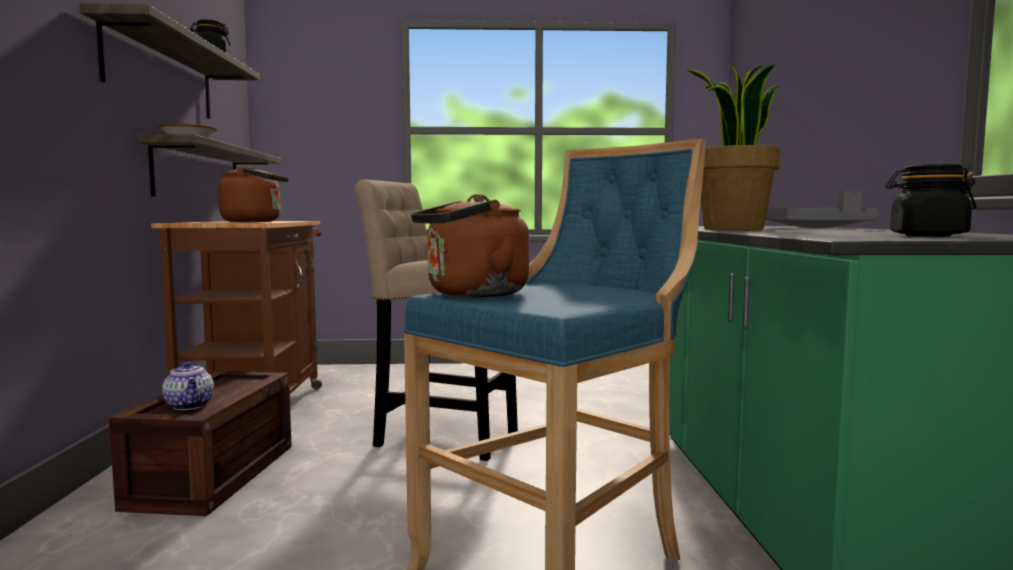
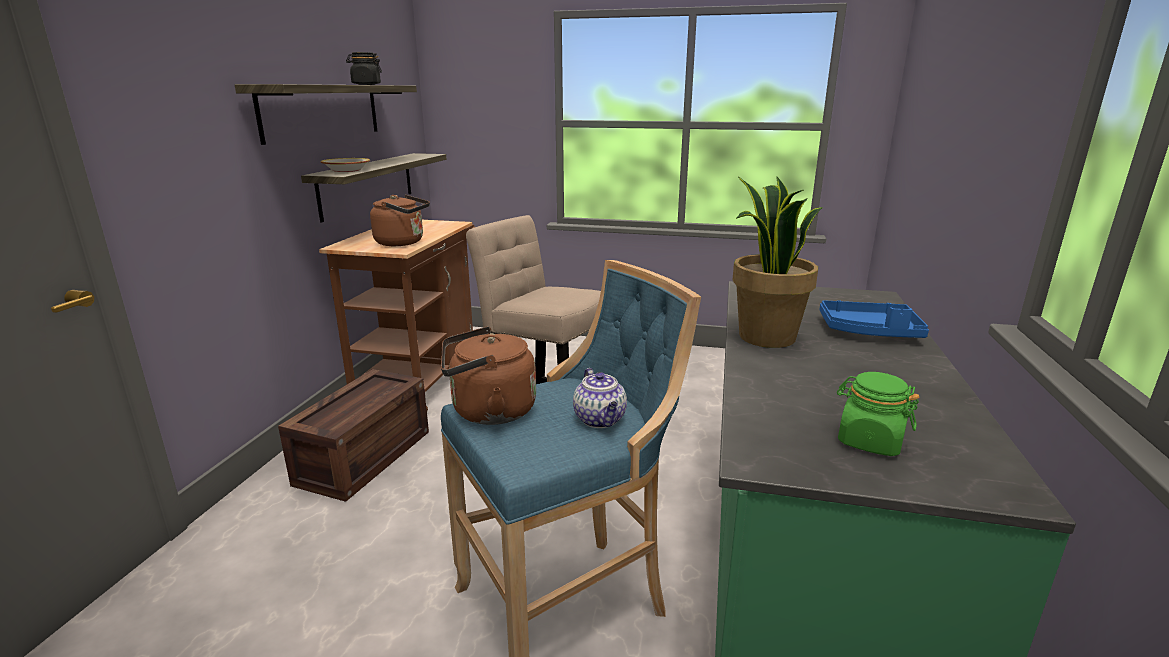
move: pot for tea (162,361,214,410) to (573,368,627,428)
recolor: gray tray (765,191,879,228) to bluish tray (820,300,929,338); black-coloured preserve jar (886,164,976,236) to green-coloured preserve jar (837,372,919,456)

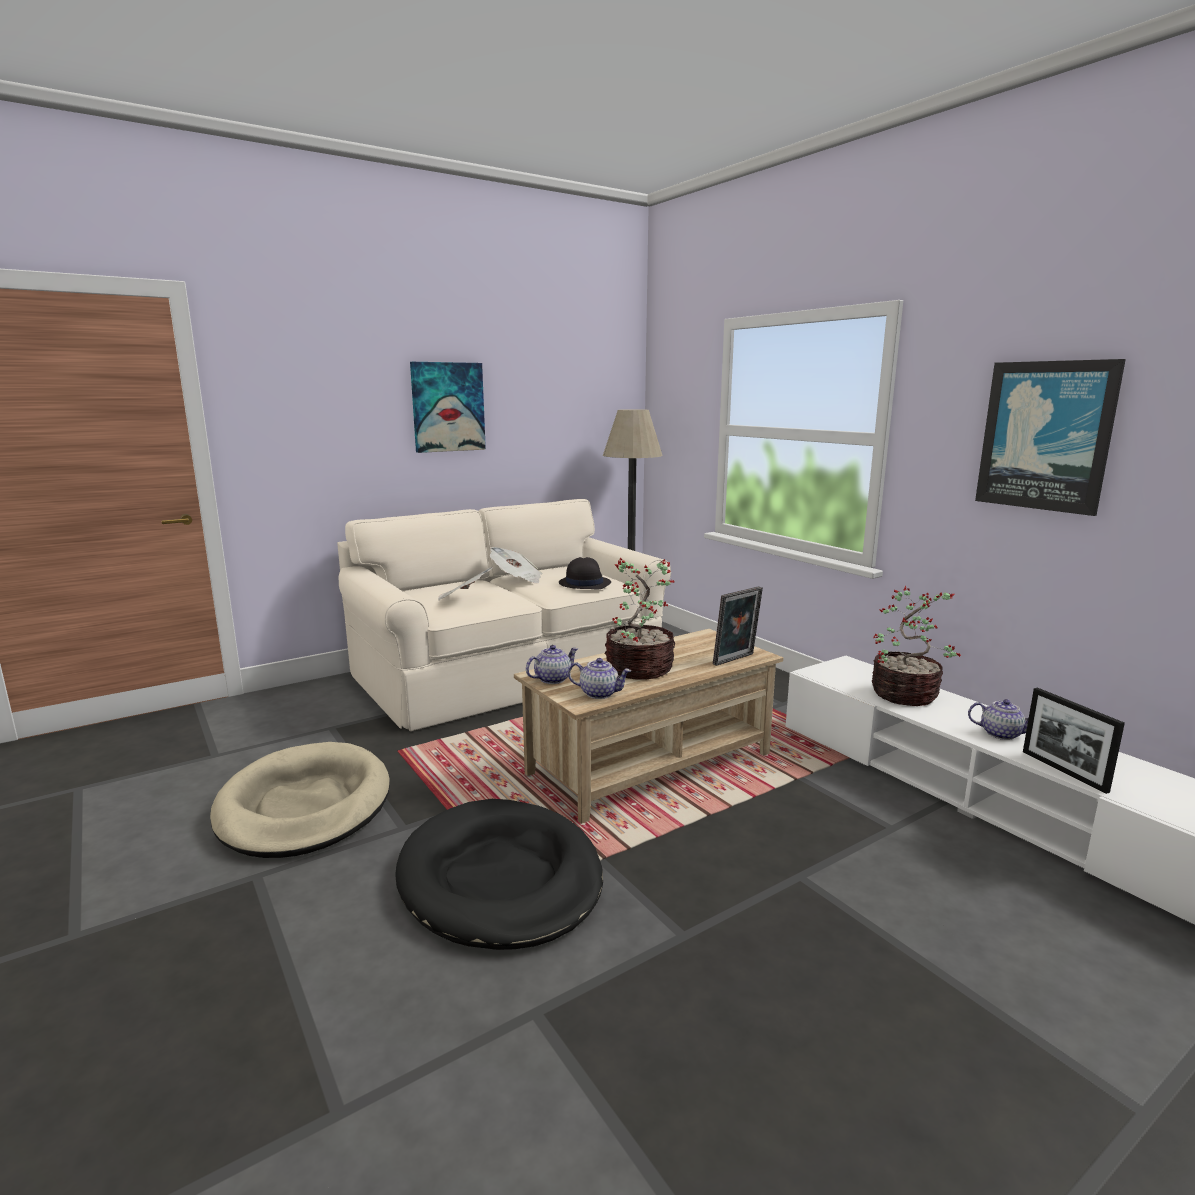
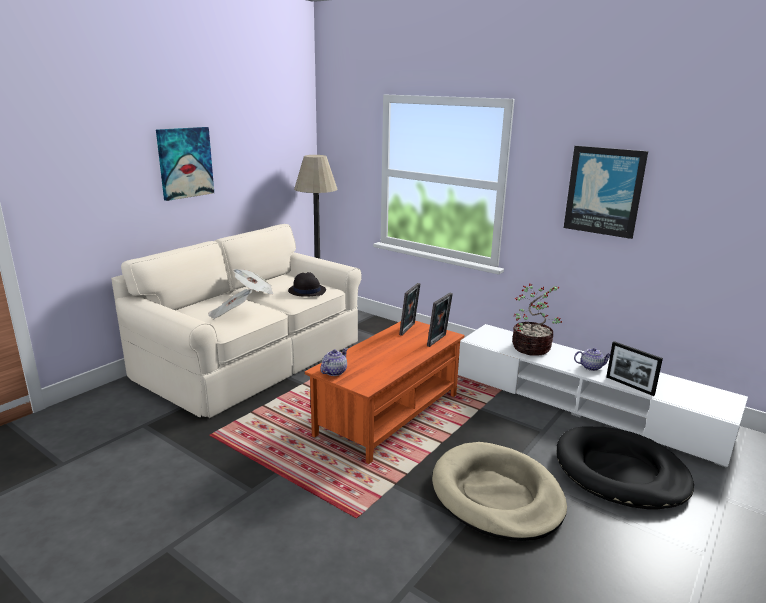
delete: pot for tea (568,658,631,699); potted plant (605,558,675,680)
insert: standing frame (399,283,420,336)
move: beige-coloured dog cushion (210,742,390,858) to (432,442,567,541); black-coloured dog cushion (395,799,603,950) to (557,426,694,509)
recolor: beige-coloured lounge table (514,629,783,824) to orange-coloured lounge table (305,321,464,464)

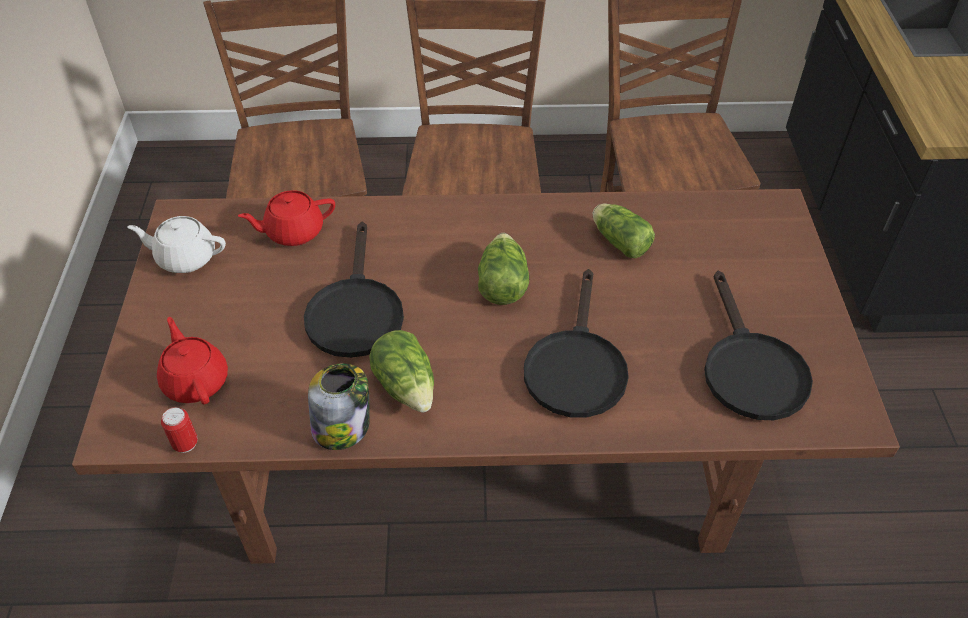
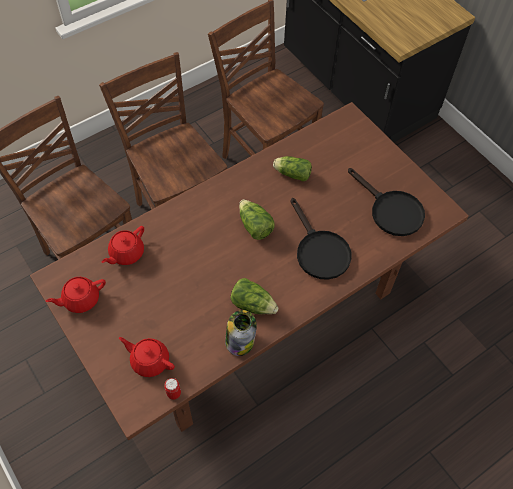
delete: black-coloured skillet (304,222,404,358)
recolor: white pot for tea (127,216,226,273) to red pot for tea (46,277,106,313)

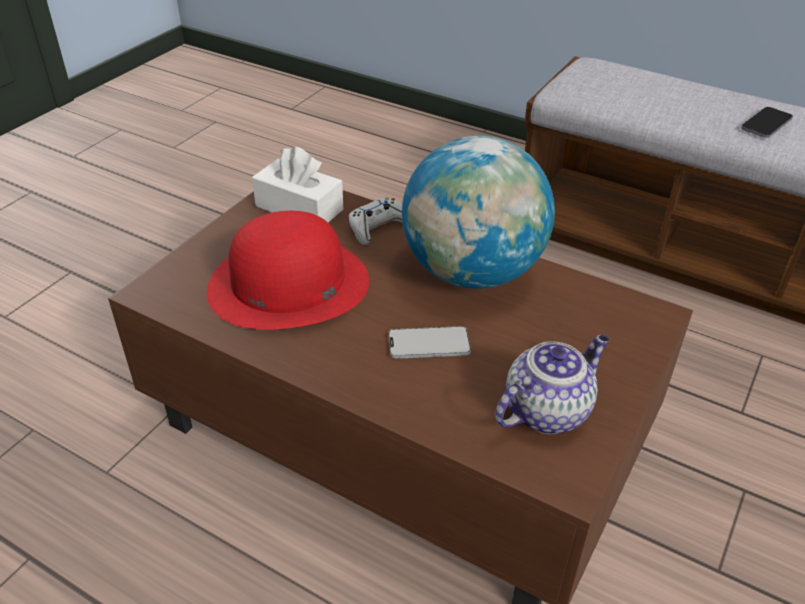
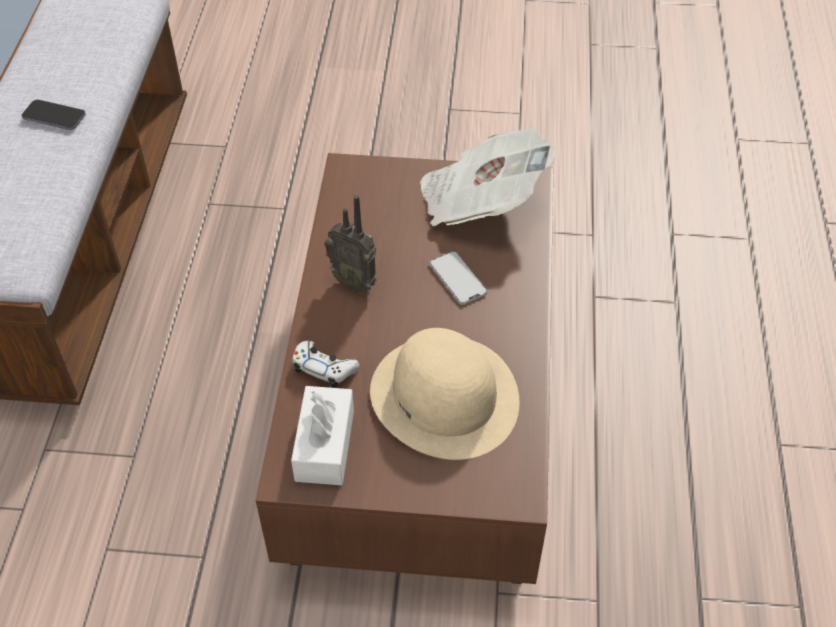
replace: world globe (402,135,555,289) to radio (325,195,377,292); pot for tea (495,335,609,434) to daily paper (420,128,555,226)
recolor: red hat (207,211,369,330) to beige-coloured hat (370,328,520,460)

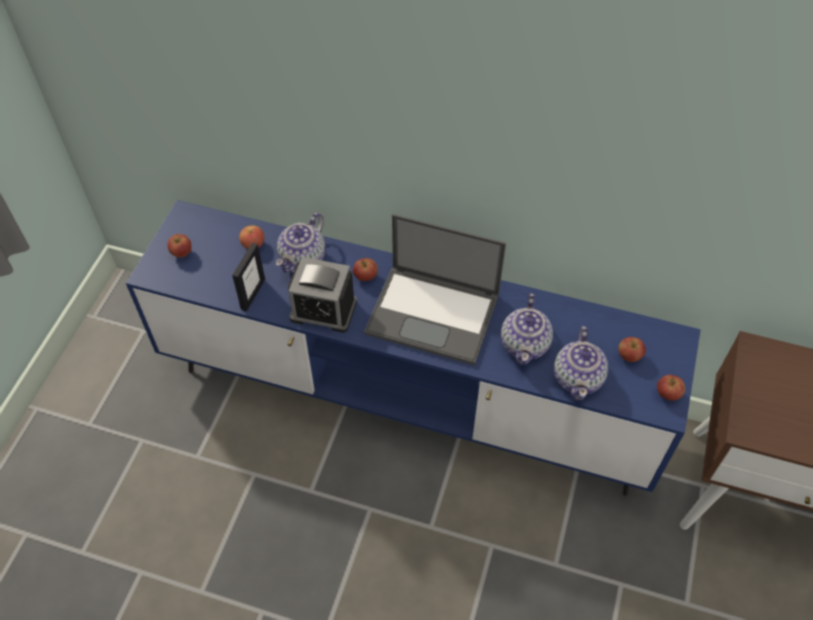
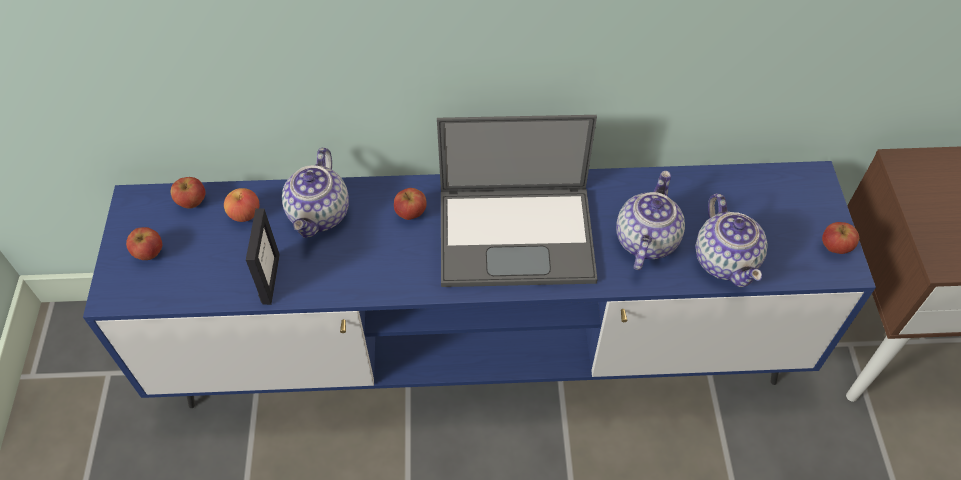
delete: bedside clock (288,257,357,333)
move: apple (618,337,646,362) to (171,177,205,209)
rotate: pot for tea (501,293,553,365) = (616,171,685,270) 150 degrees counterclockwise

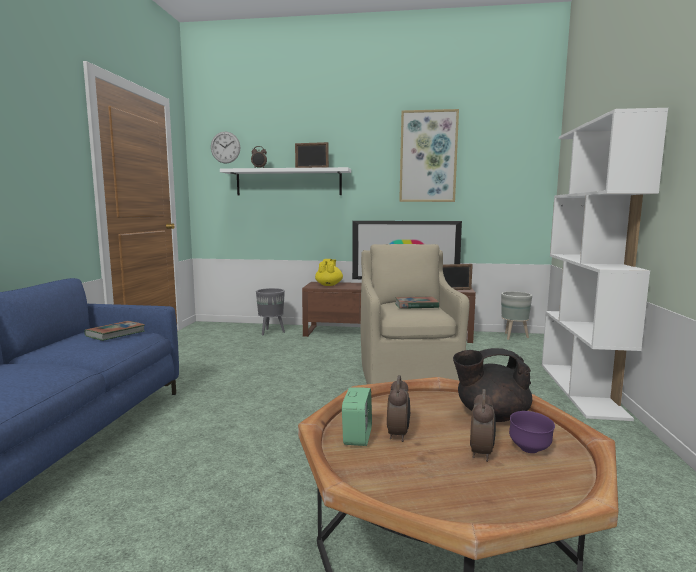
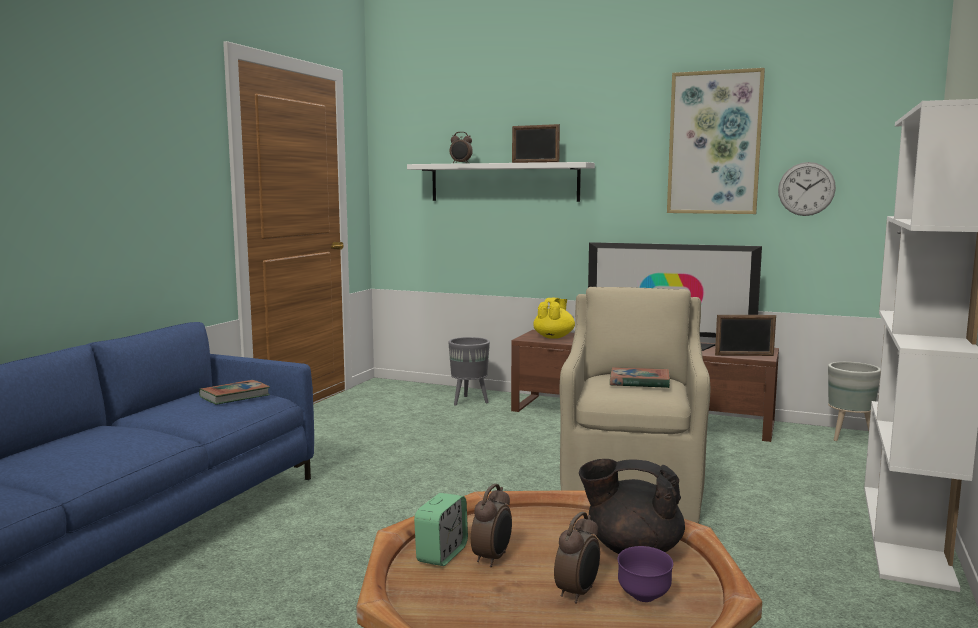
move: hanging clock (211,131,240,164) to (778,162,836,216)

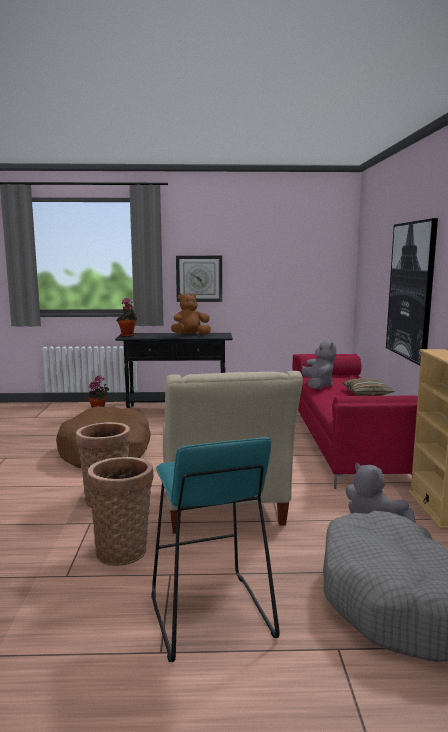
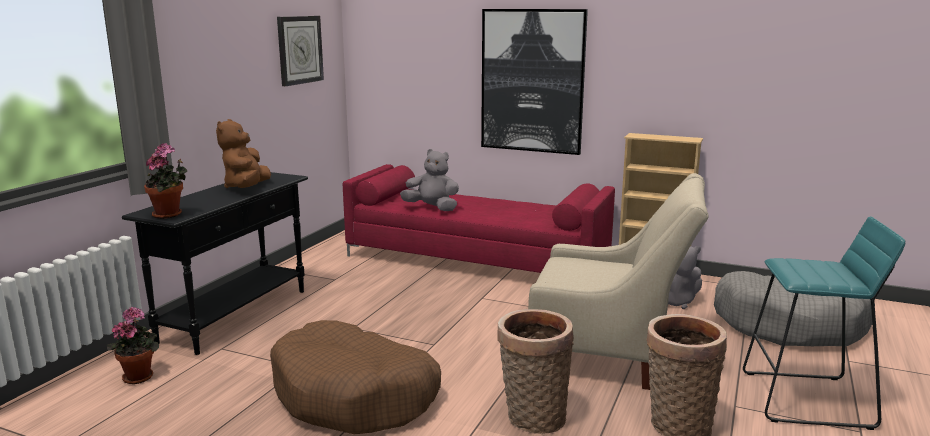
delete: pillow (343,378,395,396)
move: hanging clock (176,256,222,302) to (277,16,324,86)

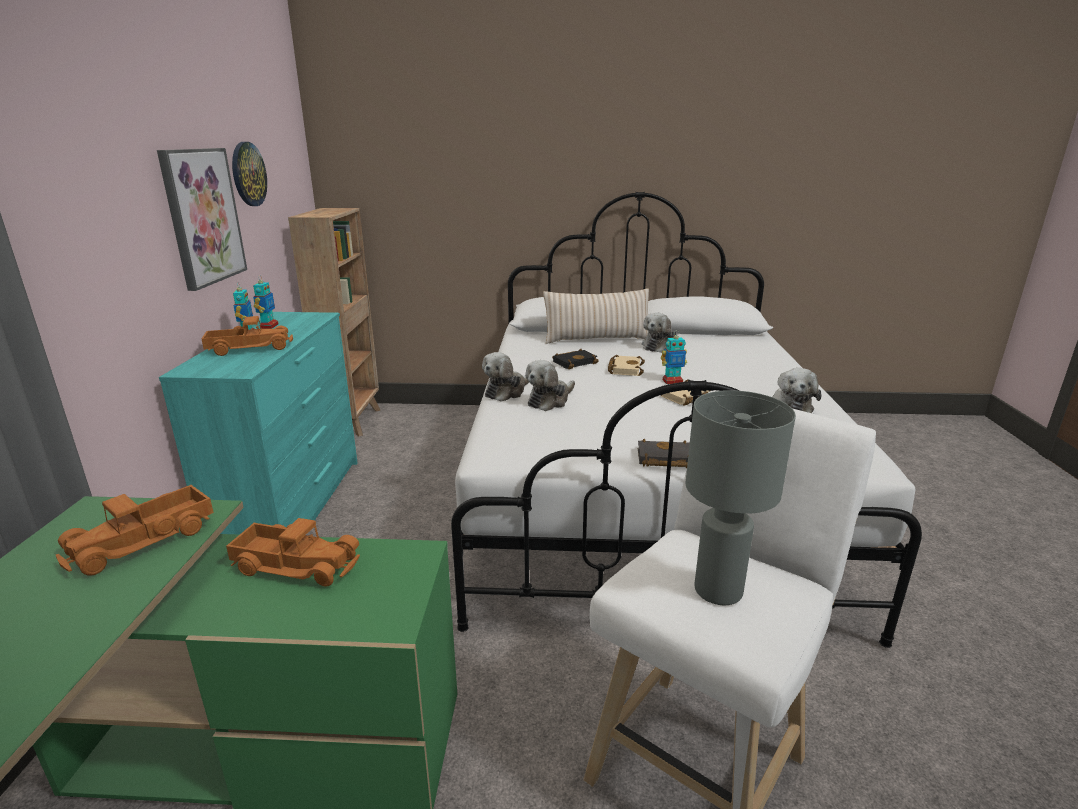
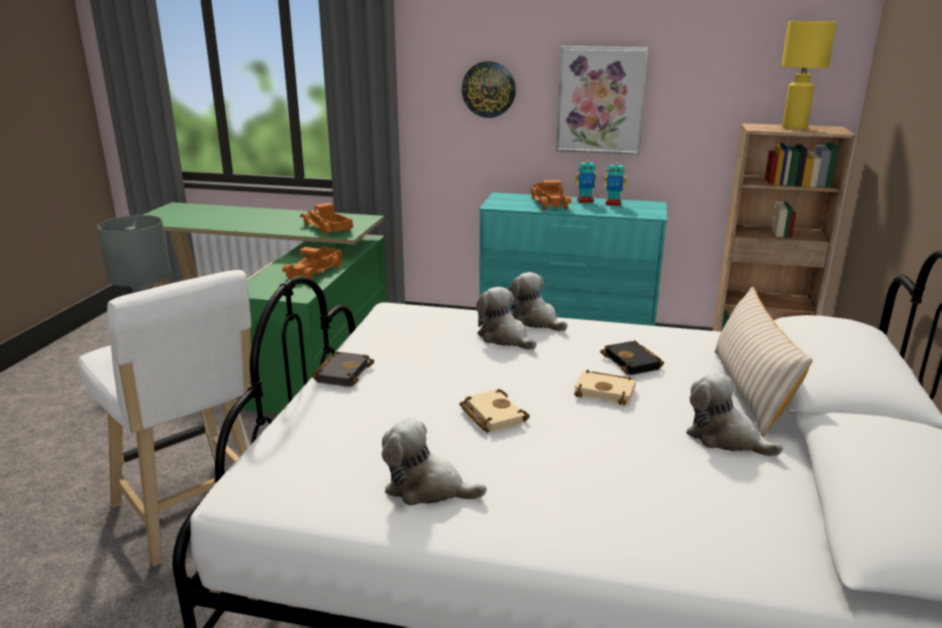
delete: model robot (661,330,687,384)
insert: yellow-coloured tabletop lamp (782,21,837,129)
move: hanging clock (232,142,267,206) to (462,61,516,118)

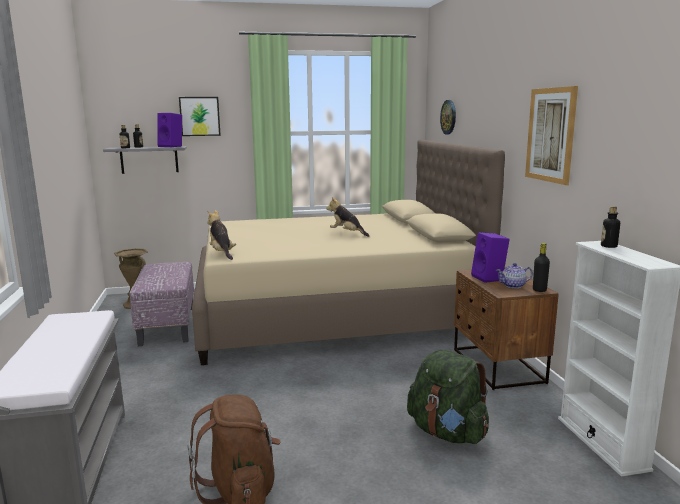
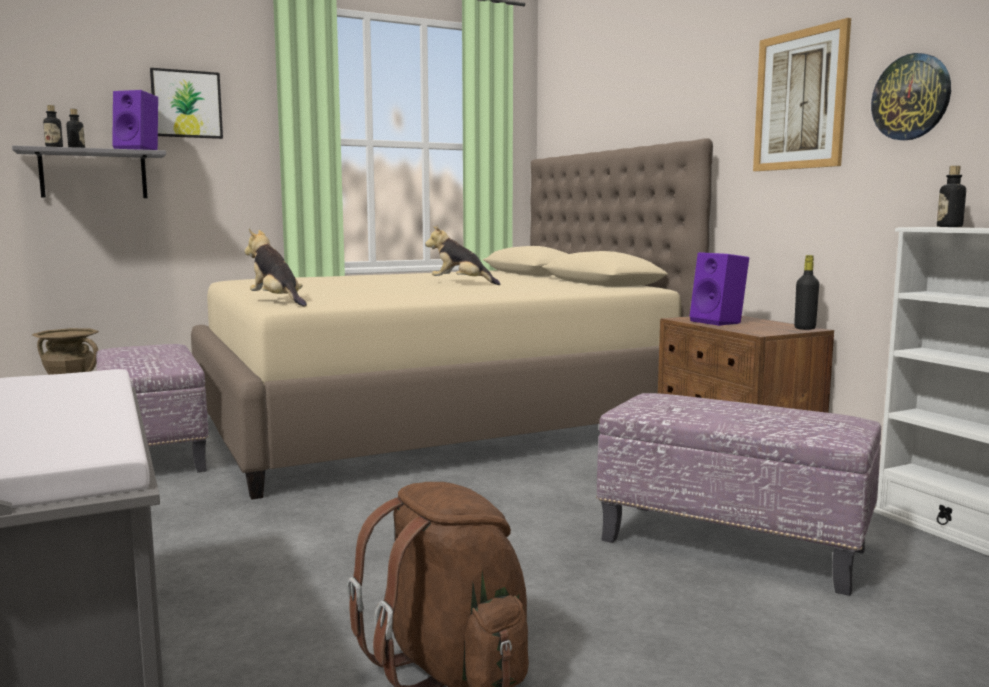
delete: pot for tea (496,263,533,288)
move: hanging clock (440,100,456,135) to (871,53,951,140)
replace: green-coloured knapsack (407,350,489,444) to pouffe (596,393,881,596)

